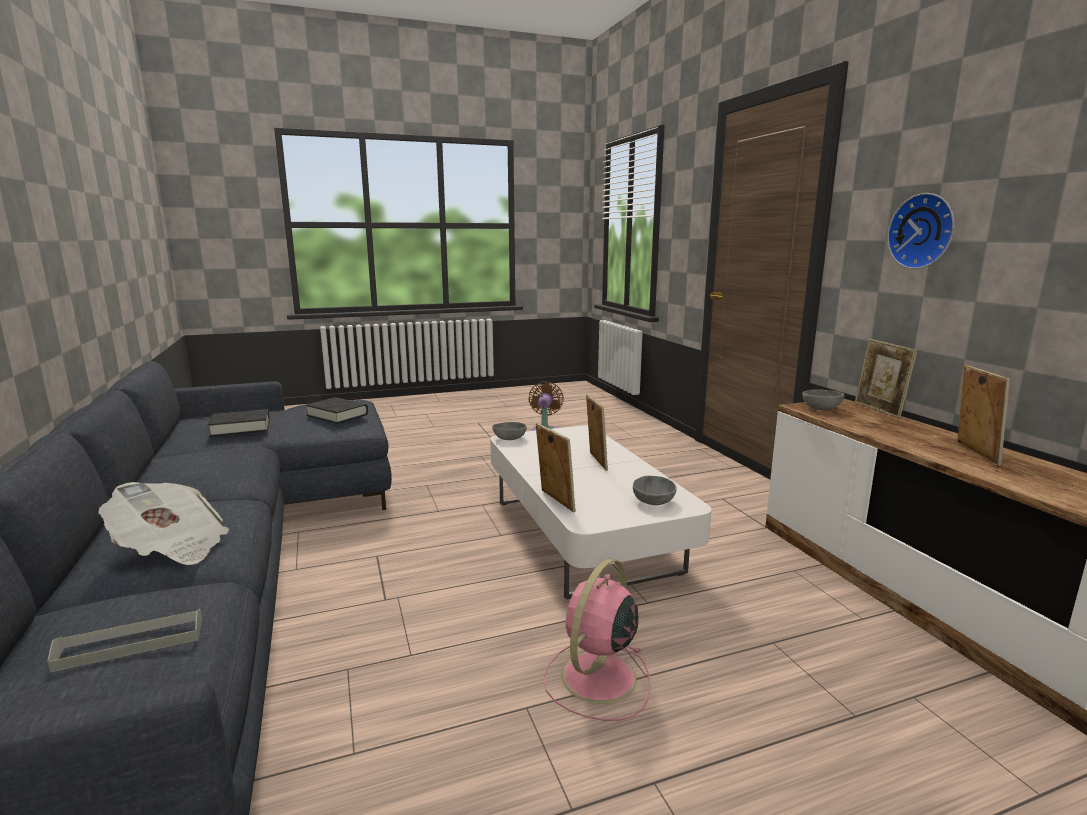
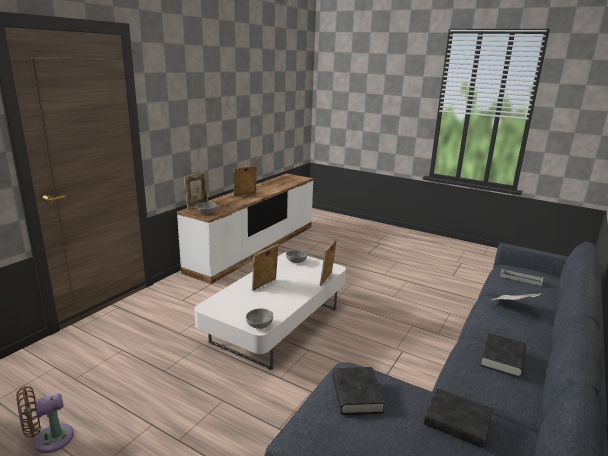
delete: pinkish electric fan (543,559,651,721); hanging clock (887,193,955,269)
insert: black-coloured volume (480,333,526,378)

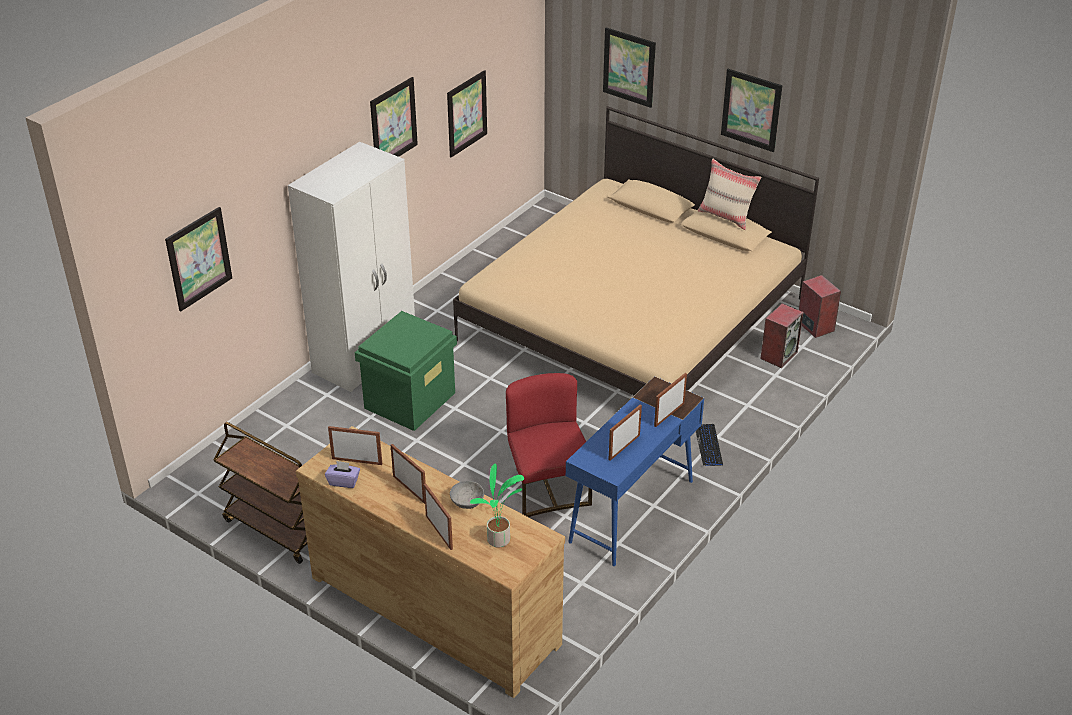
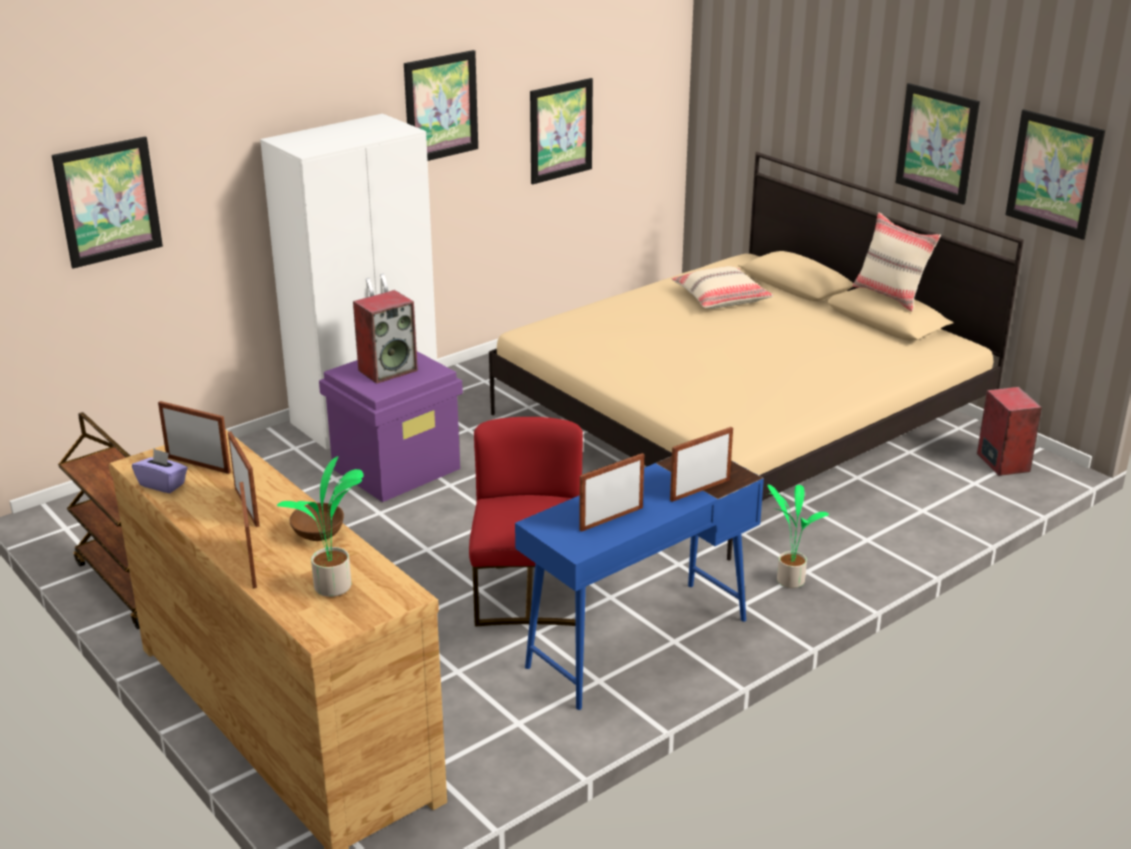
insert: beige-coloured pillow (671,266,774,309)
move: wall art (603,27,656,108) to (1006,109,1105,240); audio speaker (760,303,803,368) to (353,290,418,384)
replace: computer keyboard (696,424,723,466) to potted plant (766,485,829,588)
recolor: green-coloured storage box (355,311,457,431) to purple-coloured storage box (319,351,463,502); gray deep dish (450,481,484,509) to brown-coloured deep dish (290,503,344,541)

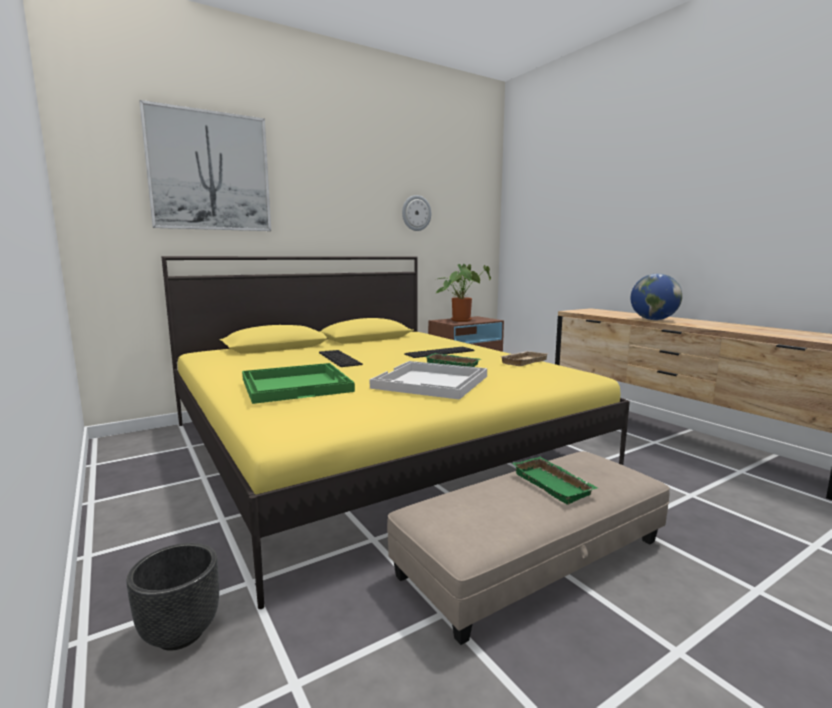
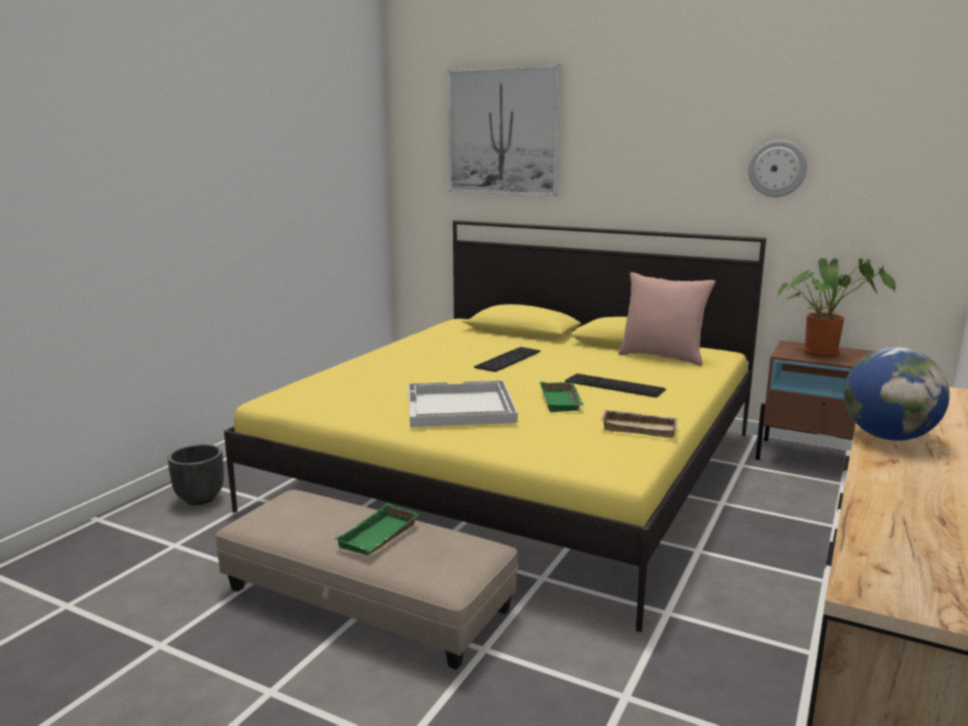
delete: green-coloured tray (242,363,355,404)
insert: pinkish pillow (618,272,716,366)

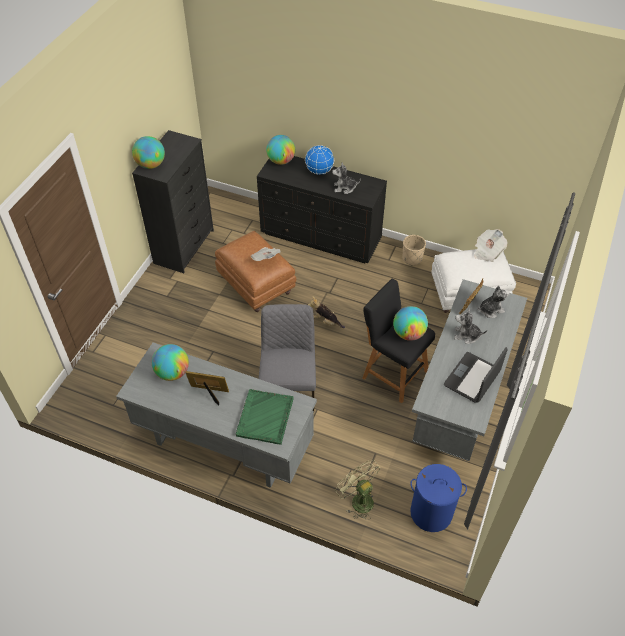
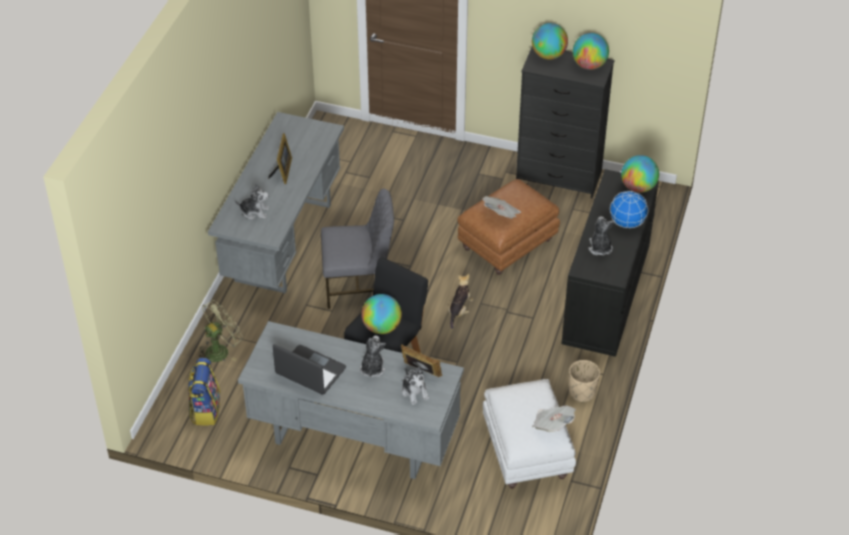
move: world globe (152,344,189,381) to (573,33,609,70)
replace: green-coloured tray (236,389,294,445) to cuddly toy (235,184,269,220); bluish laundry basket (410,464,467,532) to knapsack (188,358,220,425)

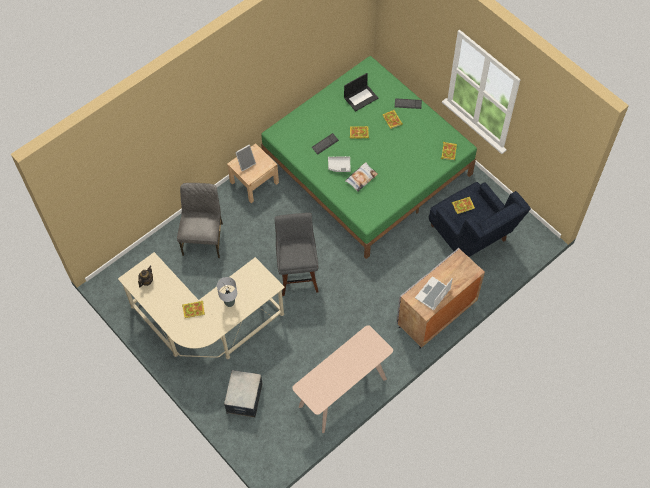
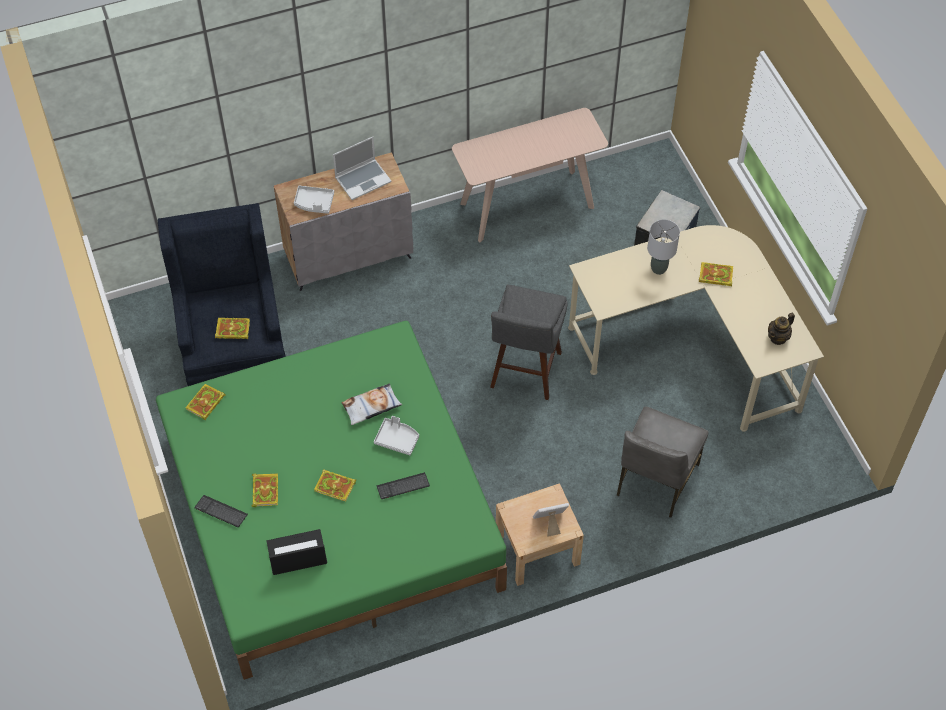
insert: gray tray (294,186,334,214)

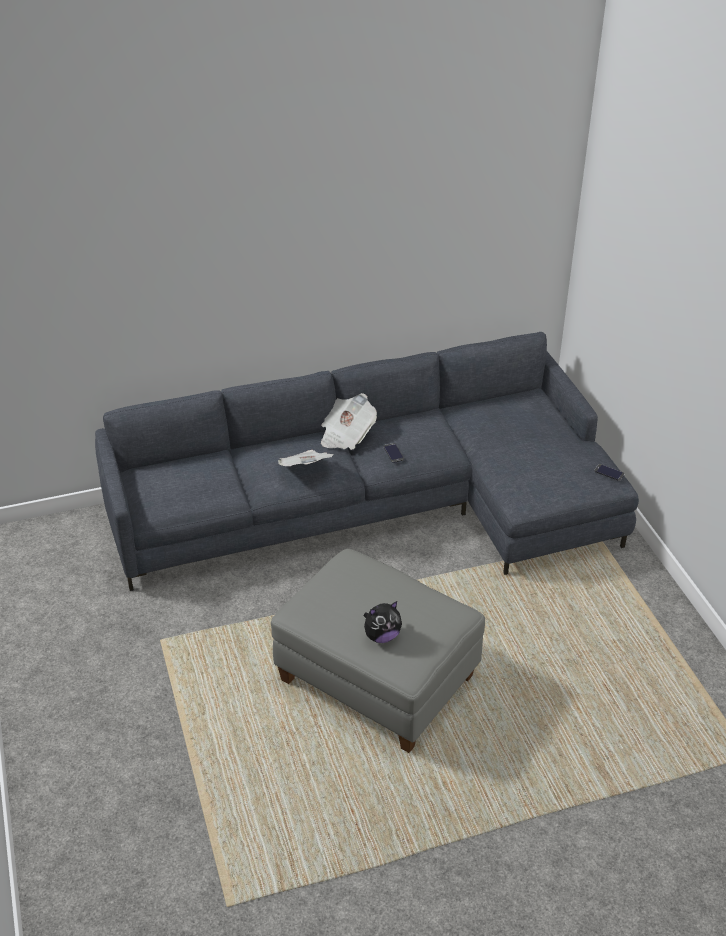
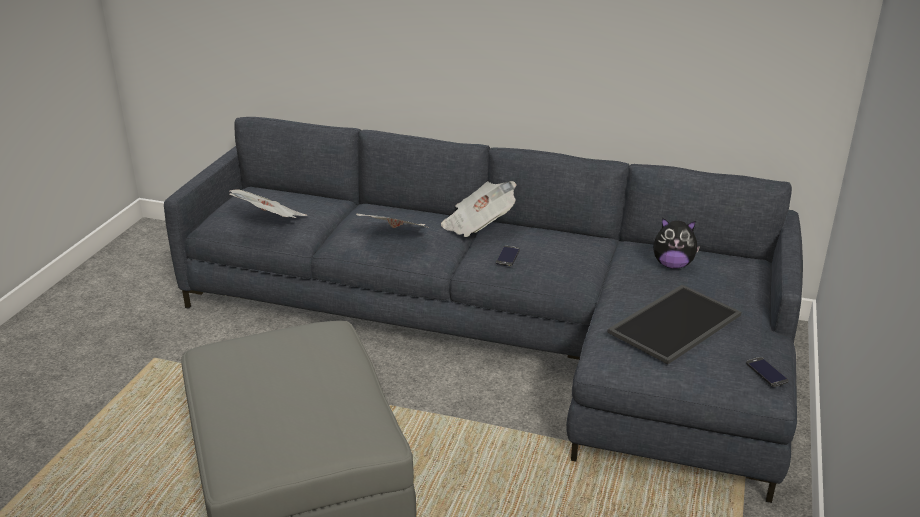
insert: daily paper (229,189,307,218); tray (607,285,741,364)
move: cuddly toy (363,601,402,643) to (653,217,700,269)

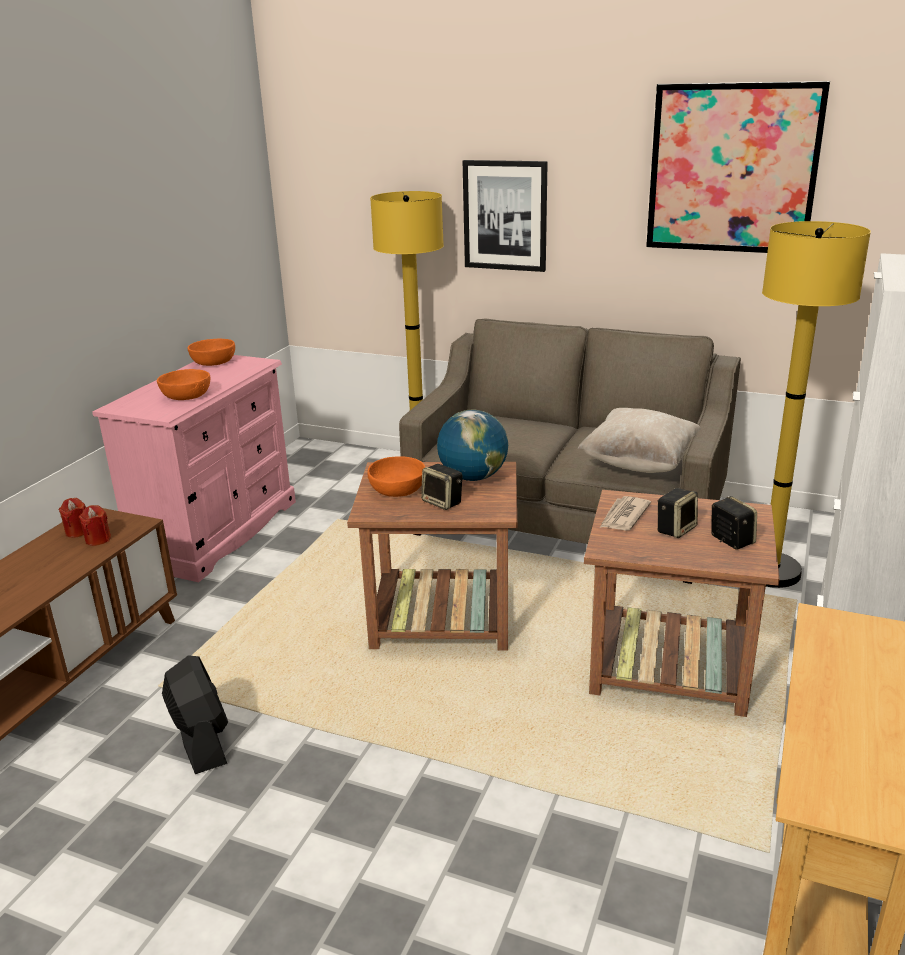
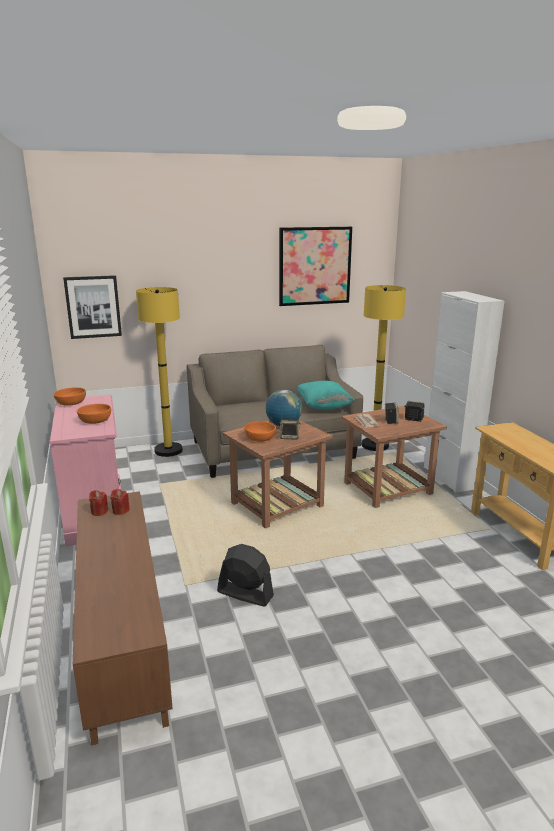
move: wall art (463,160,548,272) to (63,275,122,339)
recolor: beige-coloured pillow (578,408,701,473) to blue-green pillow (296,381,355,410)

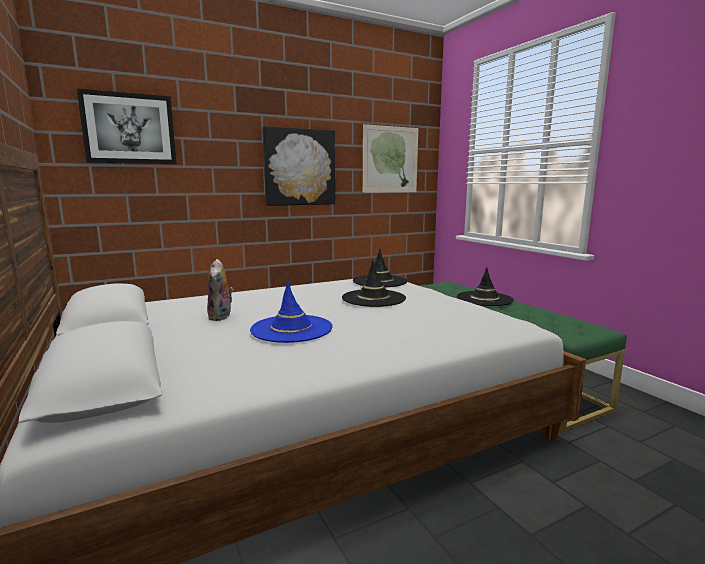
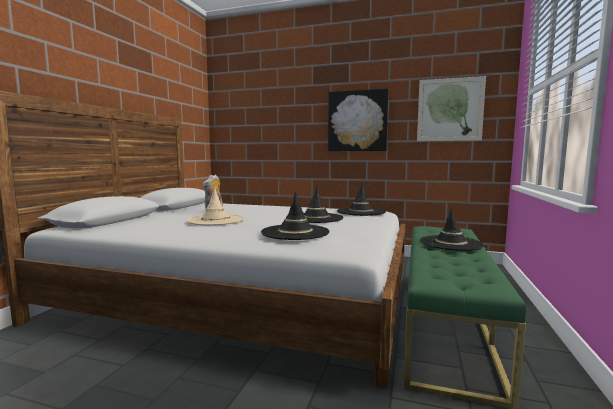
delete: wall art (77,89,176,164)
insert: black-coloured hat (261,192,329,240)
recolor: bluish hat (250,281,332,343) to beige-coloured hat (187,187,244,225)

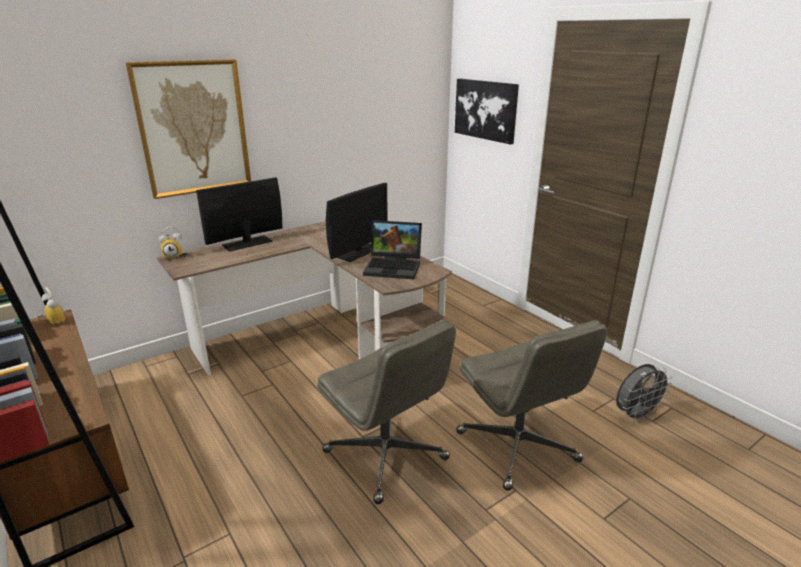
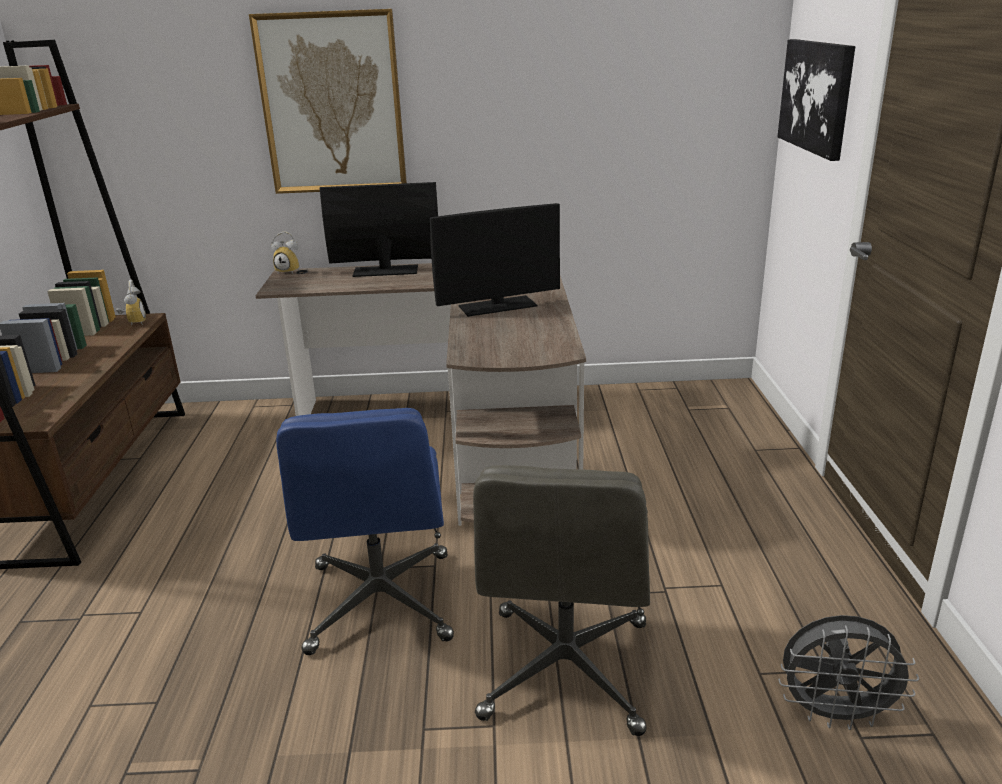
delete: notebook computer (363,220,422,279)
recolor: gray desk chair (317,320,456,504) to bluish desk chair (276,408,454,655)

